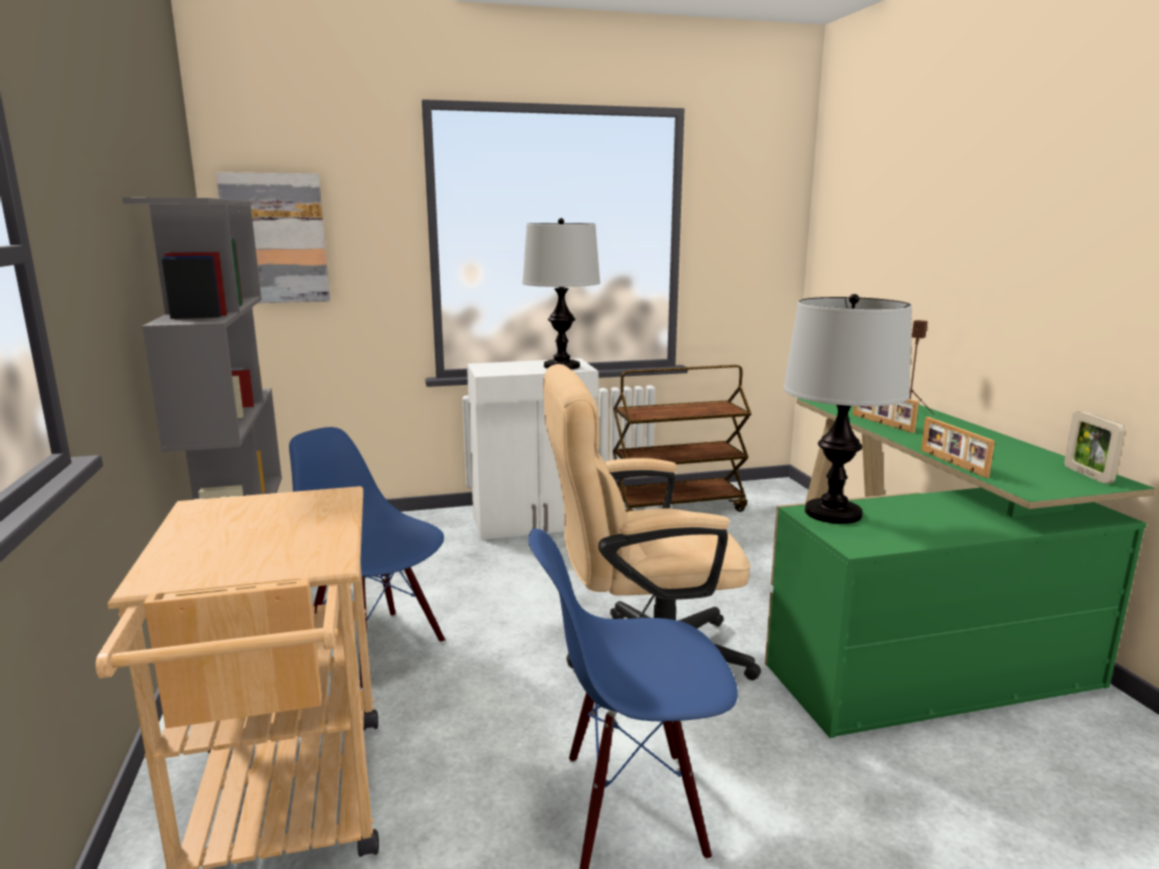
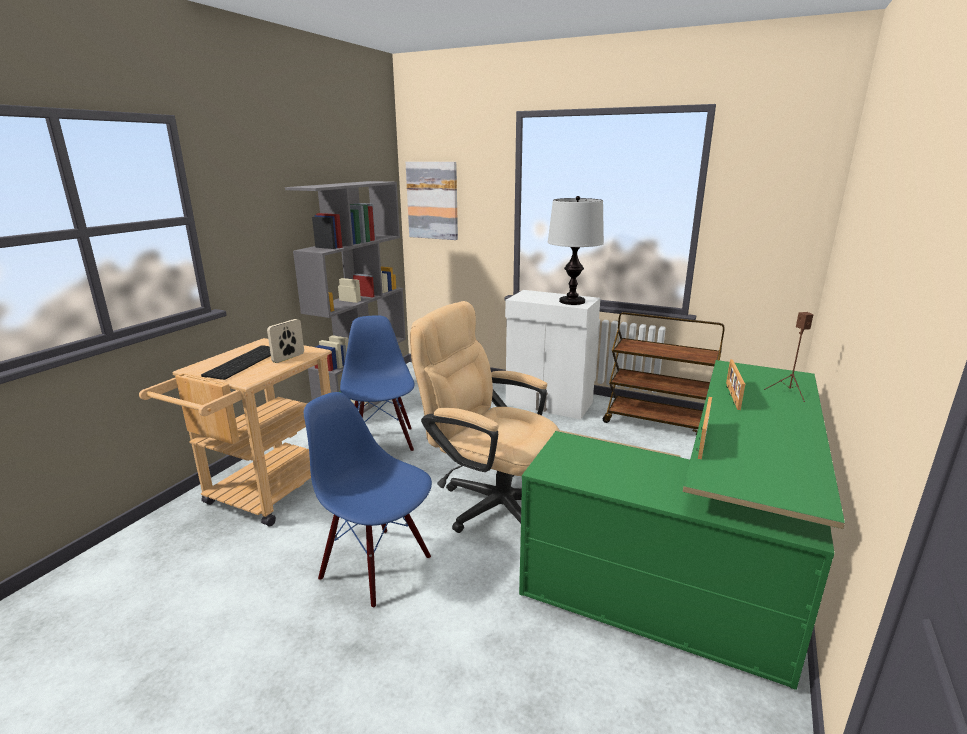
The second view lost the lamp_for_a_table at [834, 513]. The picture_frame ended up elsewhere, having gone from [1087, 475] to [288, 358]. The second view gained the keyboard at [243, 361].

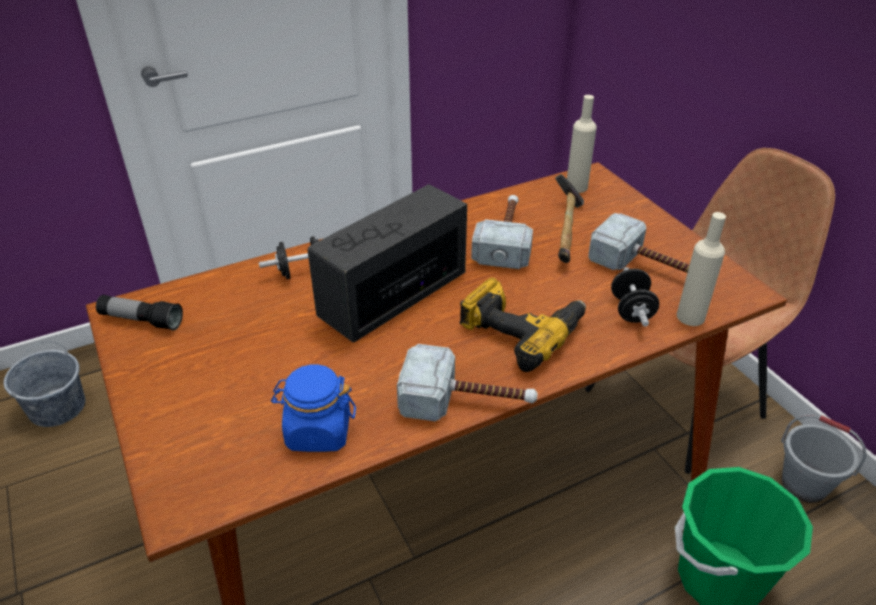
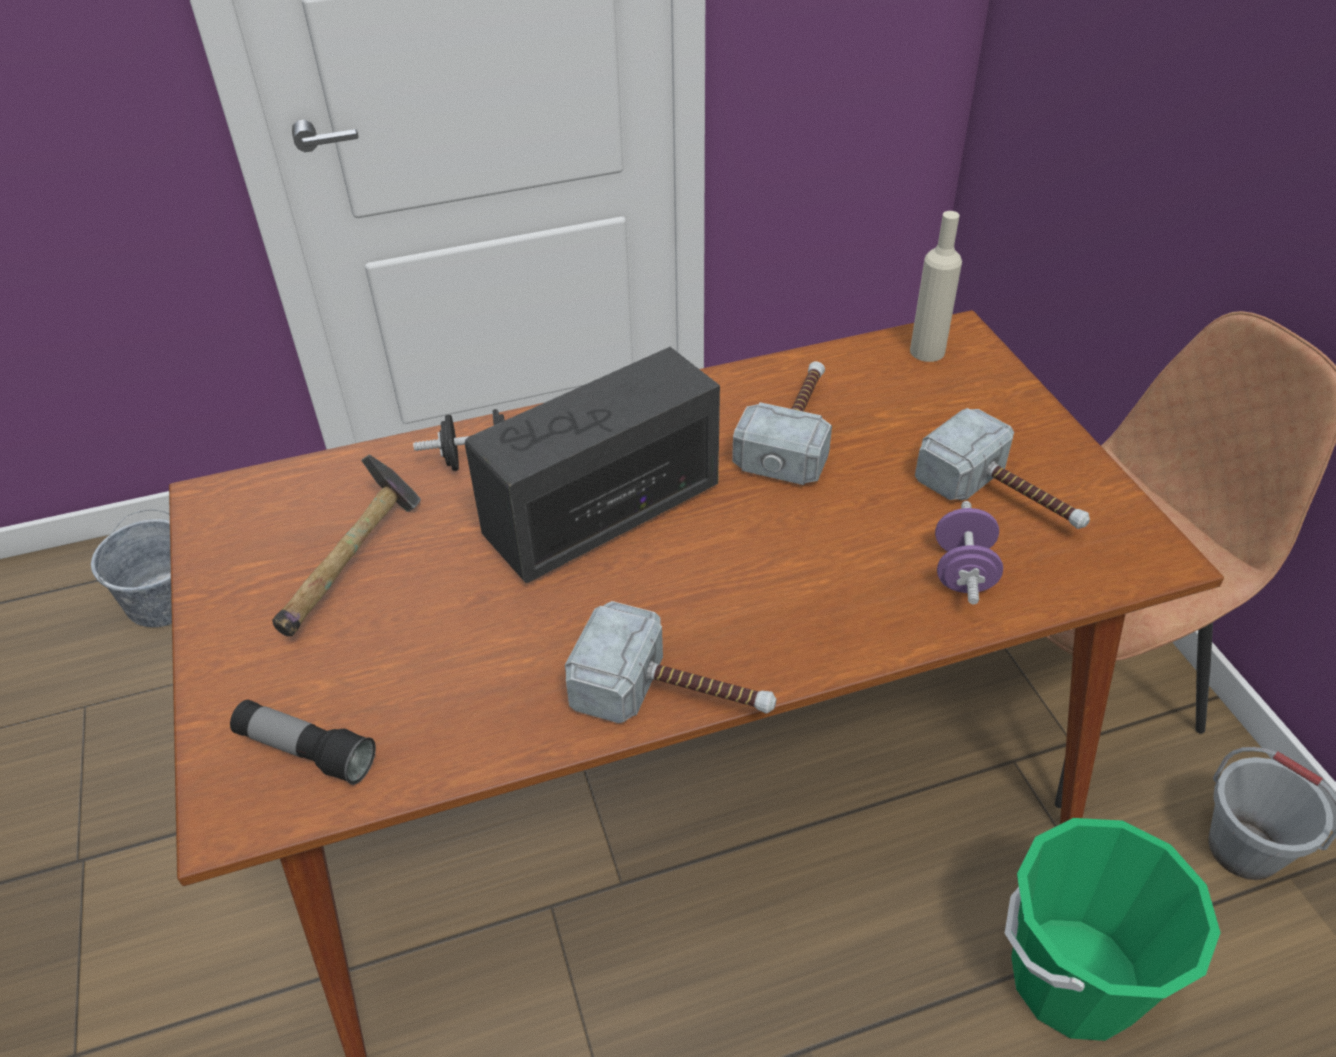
The tool_hammer ended up elsewhere, having gone from [567, 232] to [354, 563]. The second view lost the beige-coloured_beverage_bottle at [690, 317]. What was the black-coloured_dumbbell at [631, 310] turned into the purple_dumbbell at [963, 572]. The second view lost the electric_drill at [521, 330]. The torch ended up elsewhere, having gone from [141, 320] to [306, 751]. The second view lost the blue_jar at [318, 431].

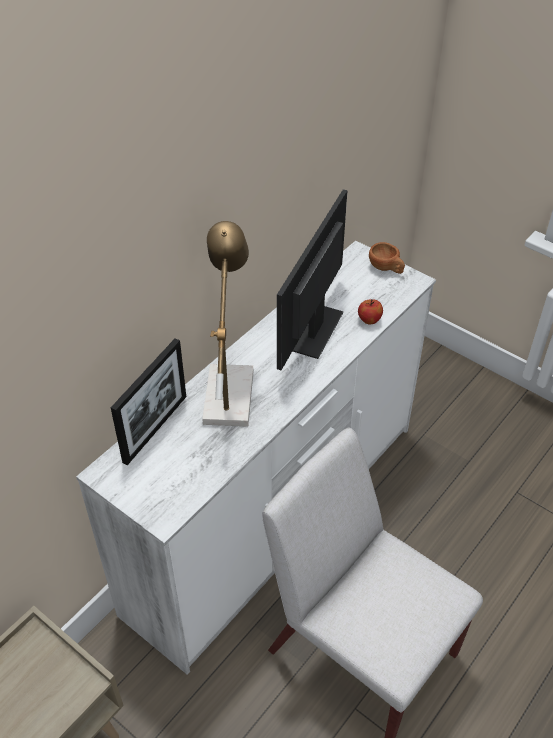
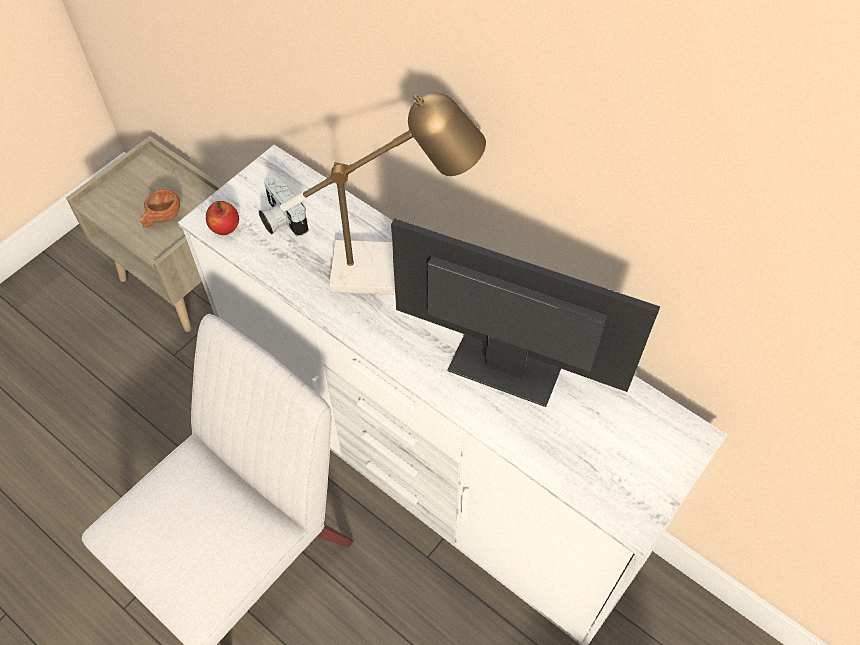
The brown_drinking_cup ended up elsewhere, having gone from [386, 268] to [162, 218]. The apple ended up elsewhere, having gone from [369, 320] to [225, 229]. The second view lost the picture_frame at [155, 428]. The second view gained the still_camera at [280, 220].

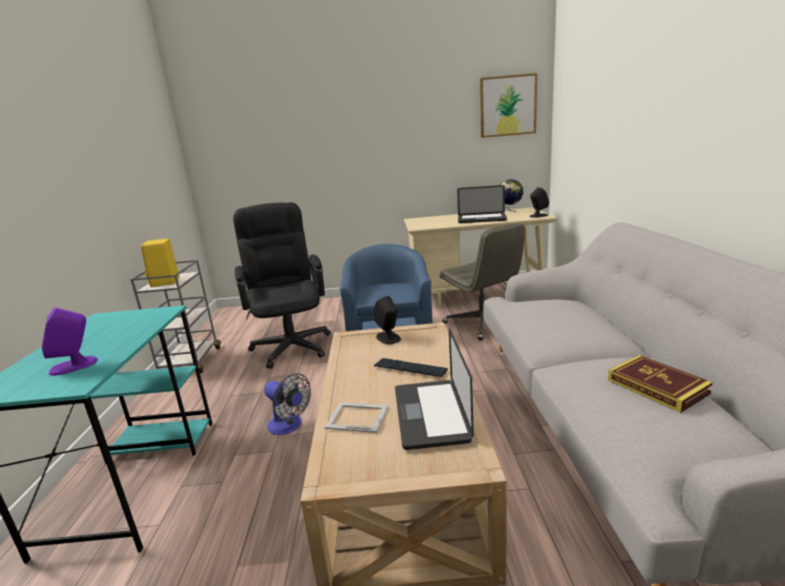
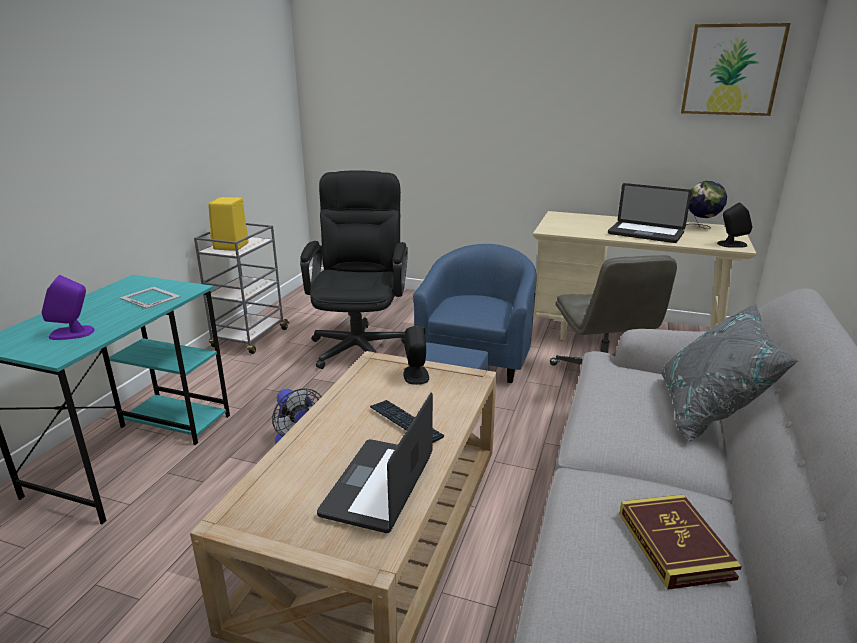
The picture_frame ended up elsewhere, having gone from [356, 416] to [150, 297]. The second view gained the grey_pillow at [709, 413].

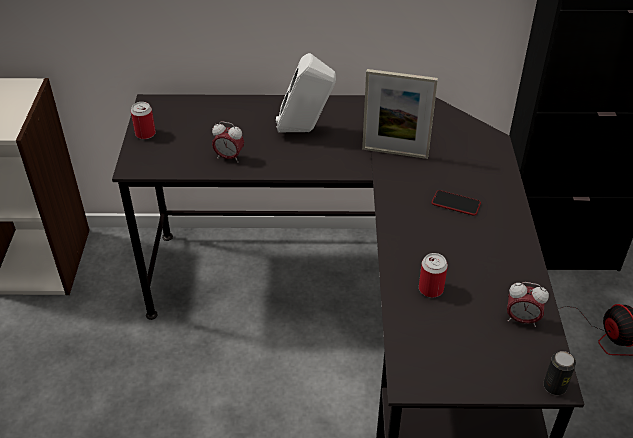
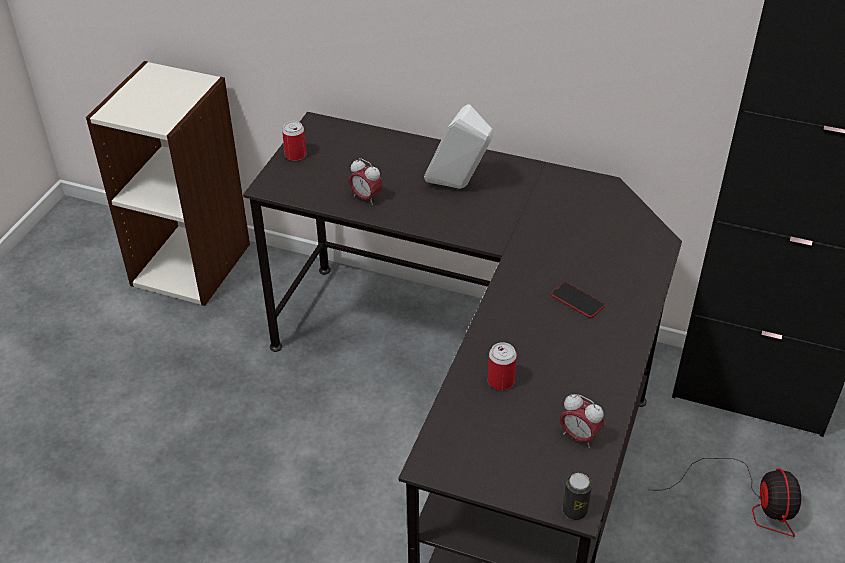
The second view lost the picture_frame at [395, 152].

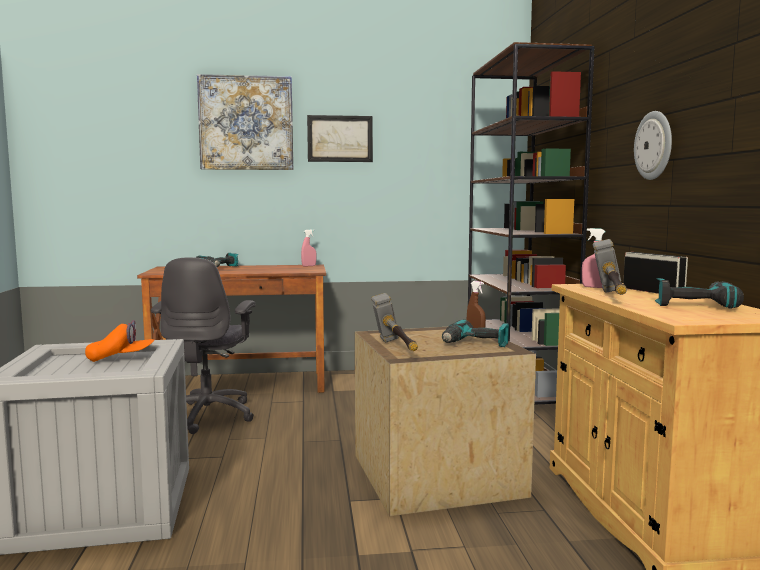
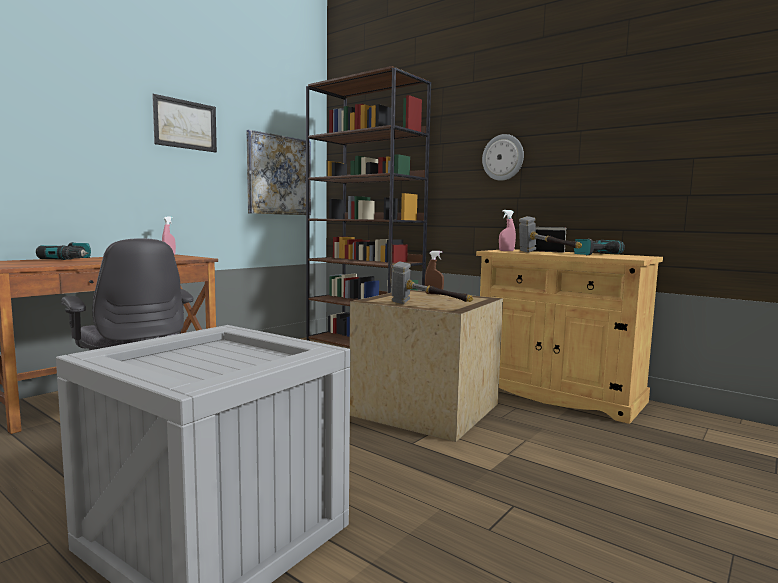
The wall_art ended up elsewhere, having gone from [246, 123] to [279, 175]. The second view lost the electric_drill at [475, 344]. The second view lost the orange-coloured_peaked_cap at [120, 358].

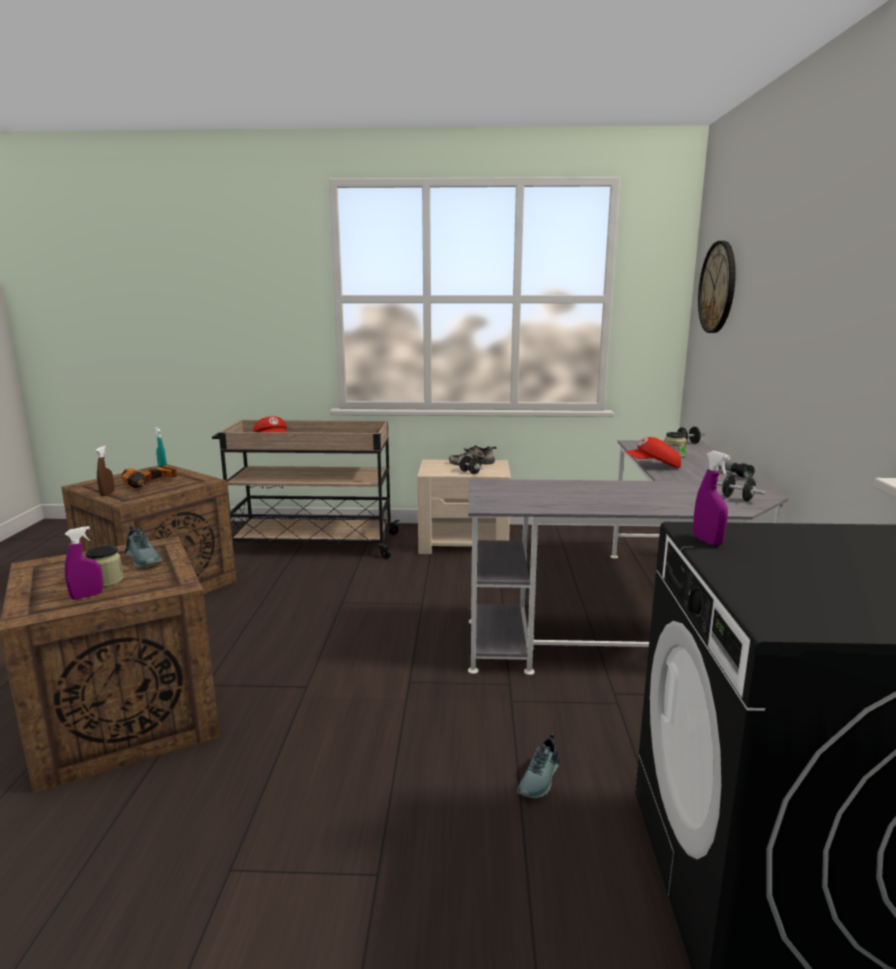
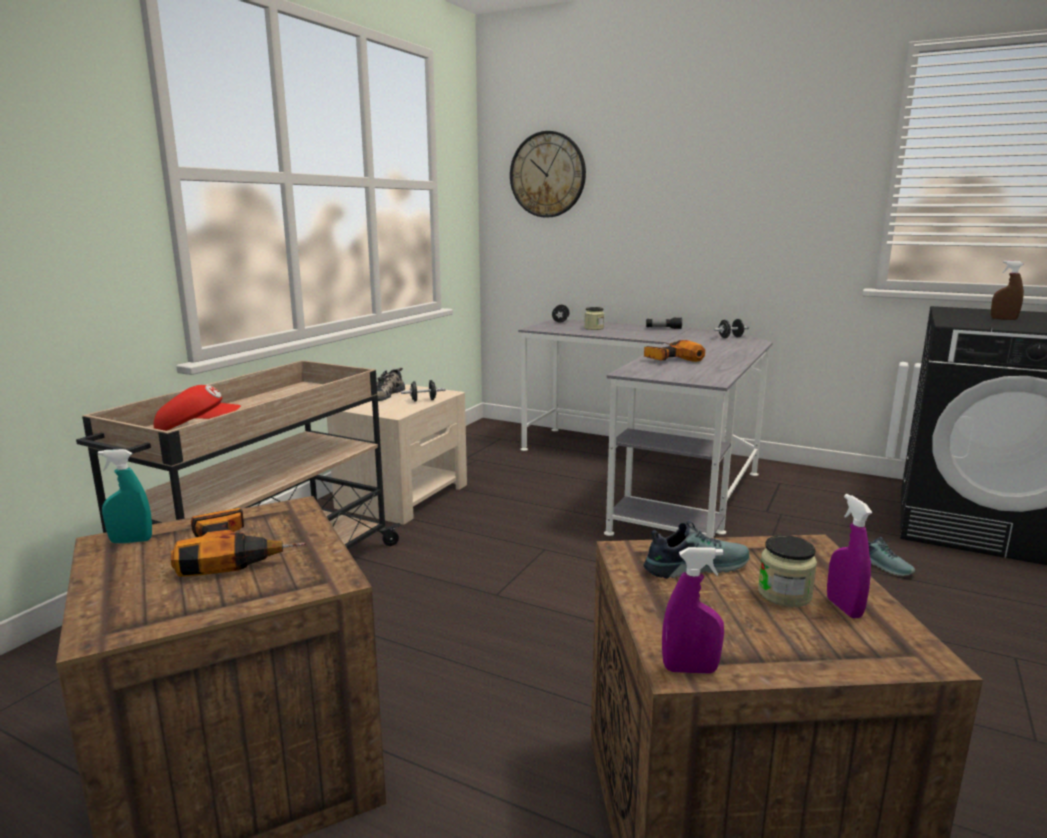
The second view lost the reddish_peaked_cap at [653, 466]. The brown_sprayer ended up elsewhere, having gone from [107, 494] to [1003, 319]. The purple_sprayer ended up elsewhere, having gone from [707, 541] to [690, 669]. The second view gained the electric_drill at [669, 359].

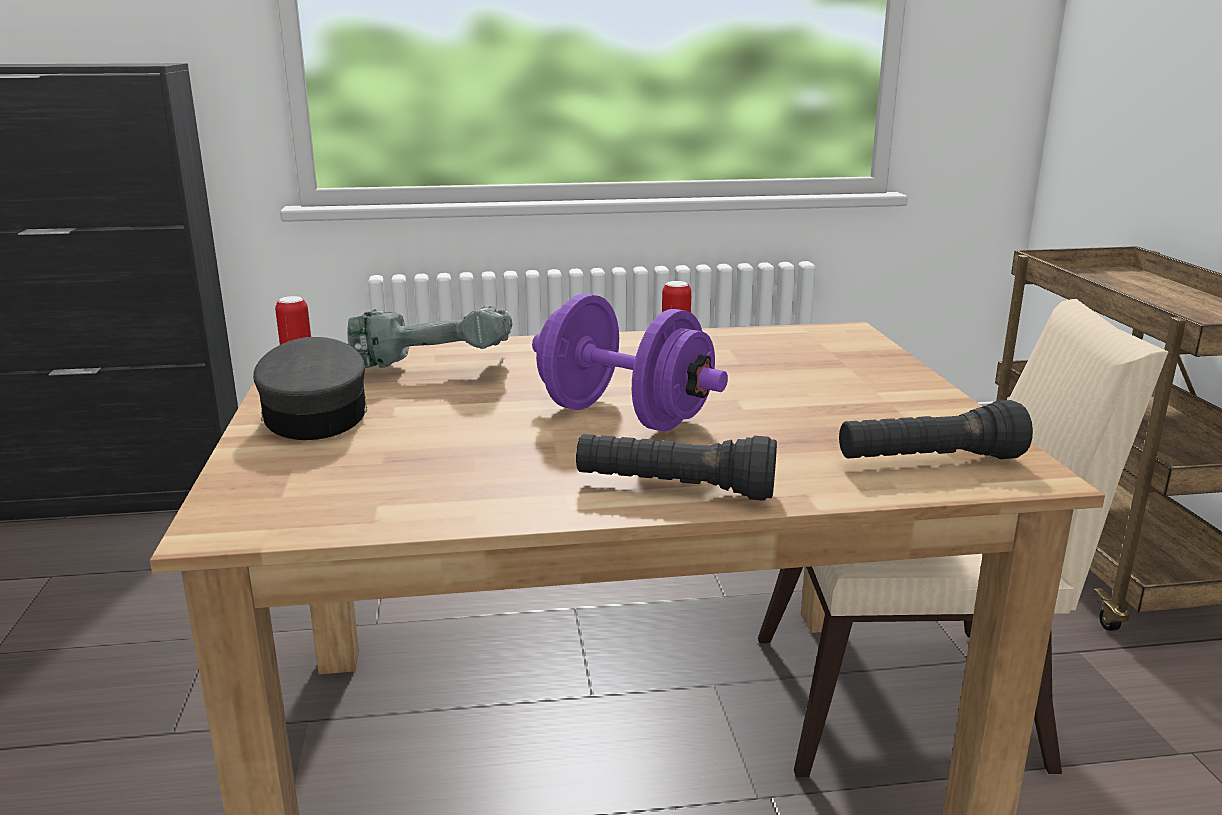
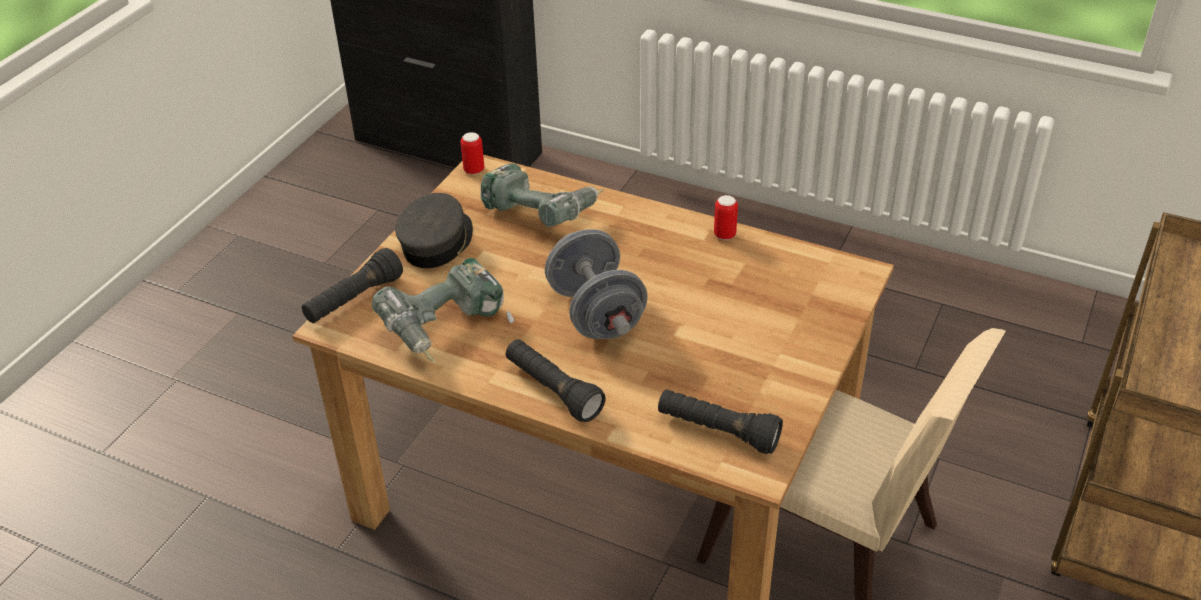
What was the purple_dumbbell at [624, 416] turned into the grey_dumbbell at [596, 313]. The second view gained the black-coloured_torch at [354, 300]. The second view gained the electric_drill at [448, 331].

